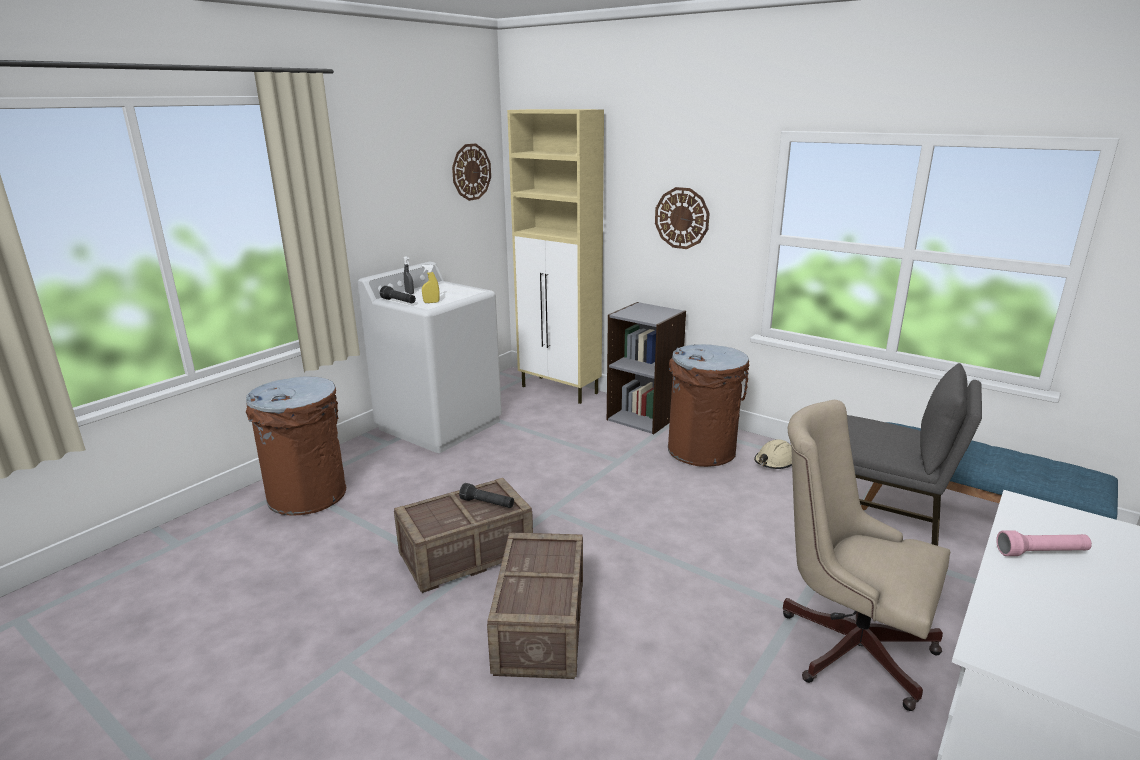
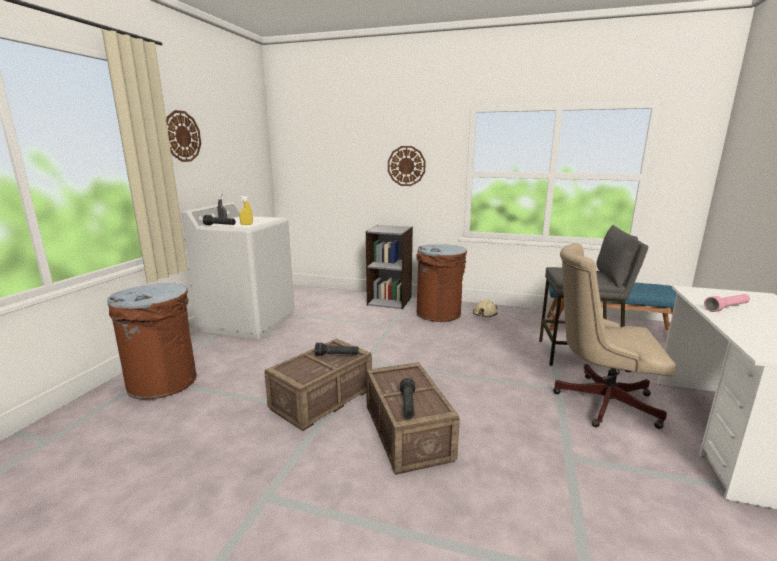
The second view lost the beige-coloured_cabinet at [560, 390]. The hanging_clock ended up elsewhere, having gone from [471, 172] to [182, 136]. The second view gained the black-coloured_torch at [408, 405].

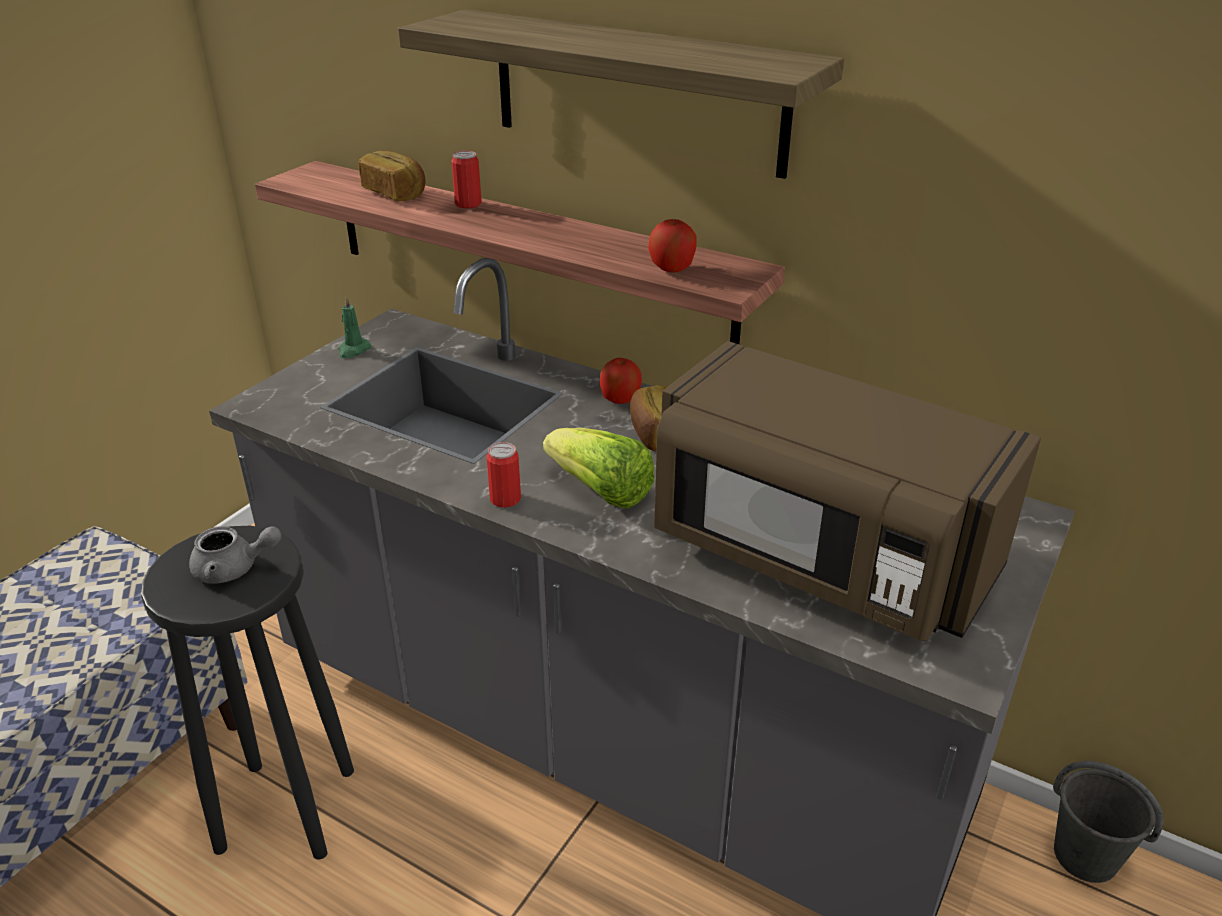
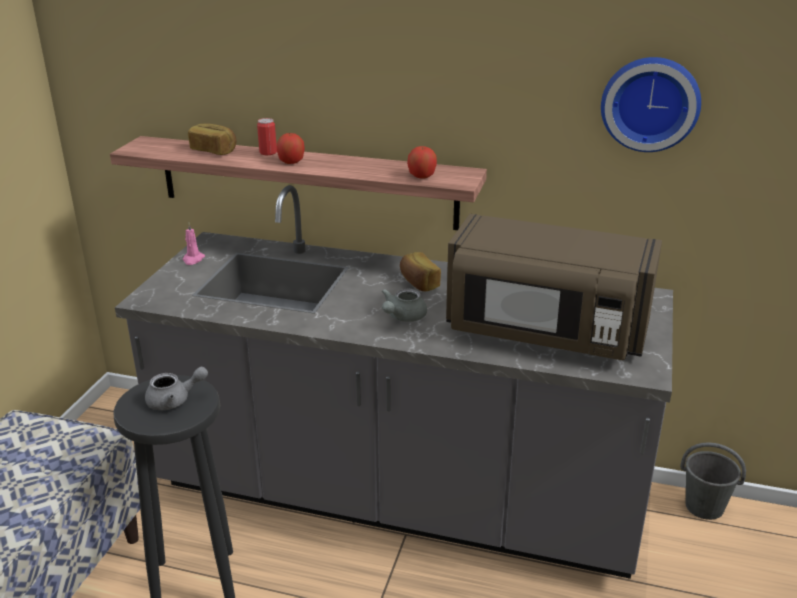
The second view lost the bracket_shelf at [636, 92]. What was the green-coloured_candle at [353, 350] turned into the pinkish_candle at [193, 259]. The apple ended up elsewhere, having gone from [620, 400] to [291, 162]. Where the lettuce_head stood at [601, 491], the grey_teapot came to stand at [402, 317]. The second view lost the can at [505, 499]. The second view gained the hanging_clock at [650, 103].

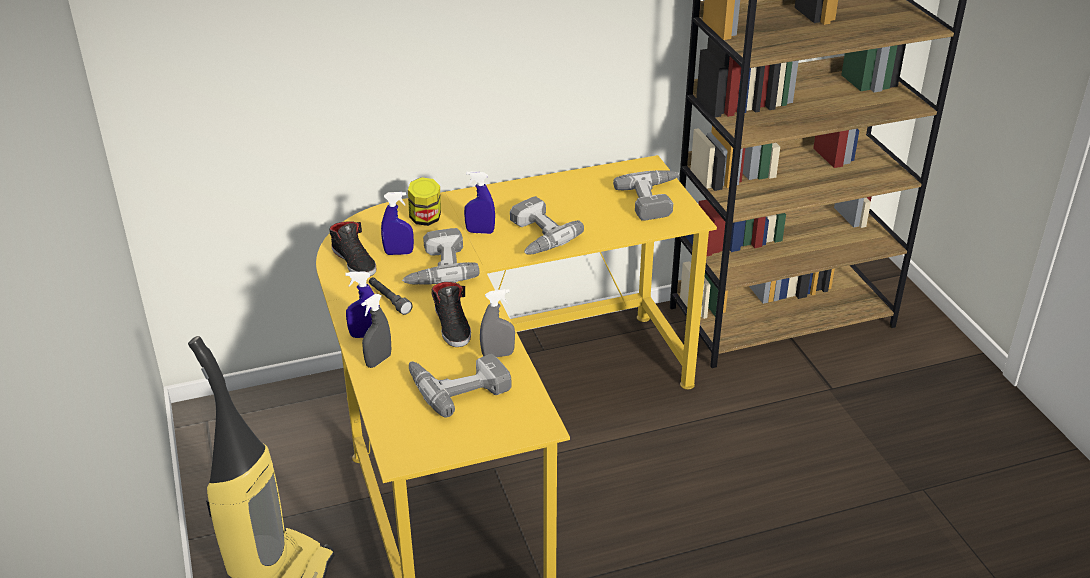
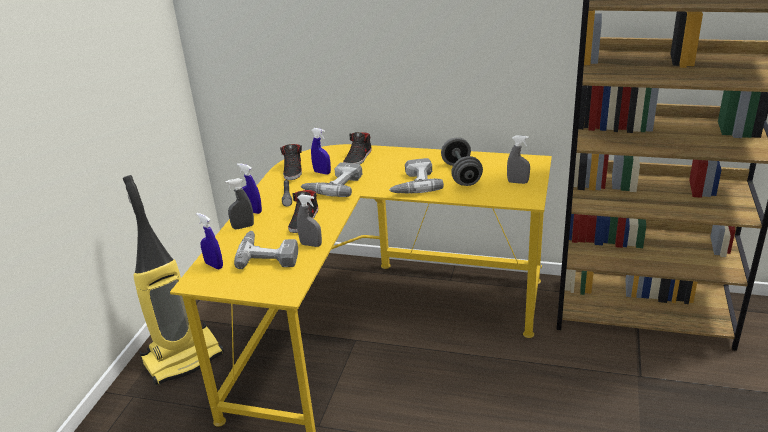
Where the electric_drill stood at [655, 200], the grey_sprayer came to stand at [517, 182]. The blue_sprayer ended up elsewhere, having gone from [480, 232] to [214, 265]. Where the jar stood at [425, 219], the black-coloured_low_shoe came to stand at [358, 158]. The second view gained the grey_dumbbell at [461, 174].

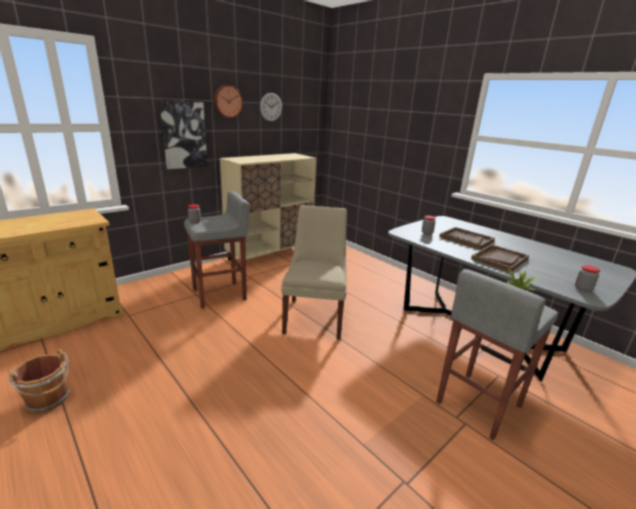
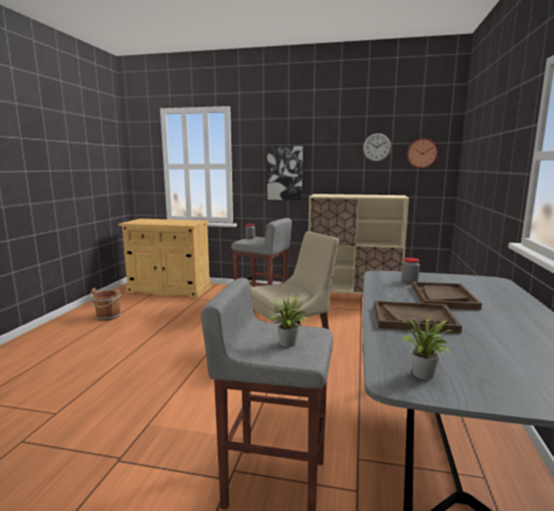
The hanging_clock ended up elsewhere, having gone from [227, 101] to [421, 153]. Where the jar stood at [583, 289], the plant_in_a_pot came to stand at [423, 376].

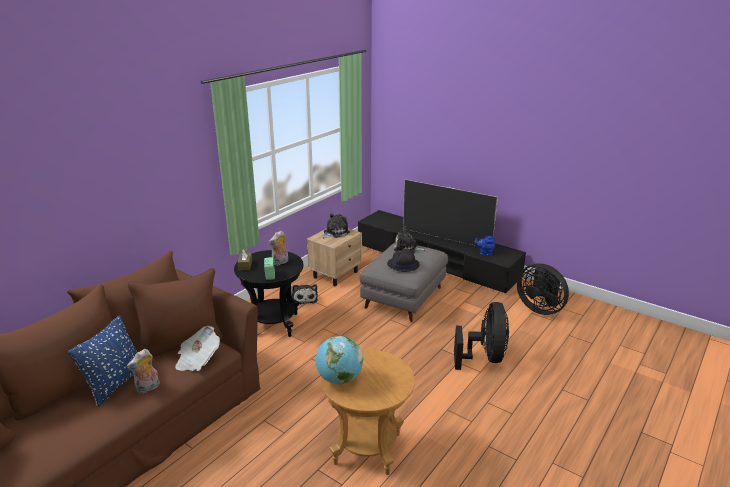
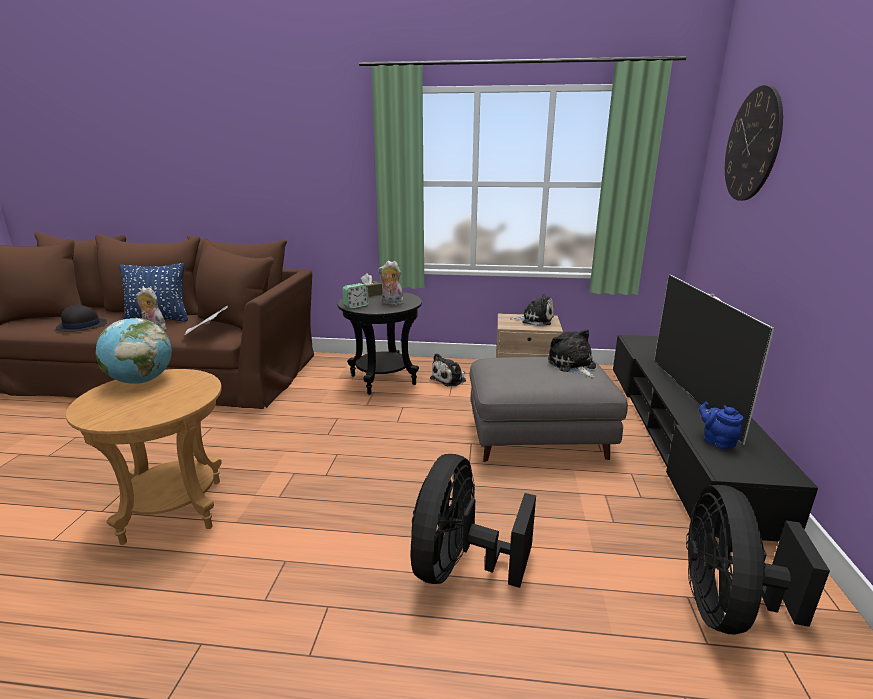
The black-coloured_wearable_hat ended up elsewhere, having gone from [403, 265] to [81, 326]. The black-coloured_fan at [484, 357] ended up facing another way, 135 degrees clockwise from before. The second view gained the hanging_clock at [752, 145].

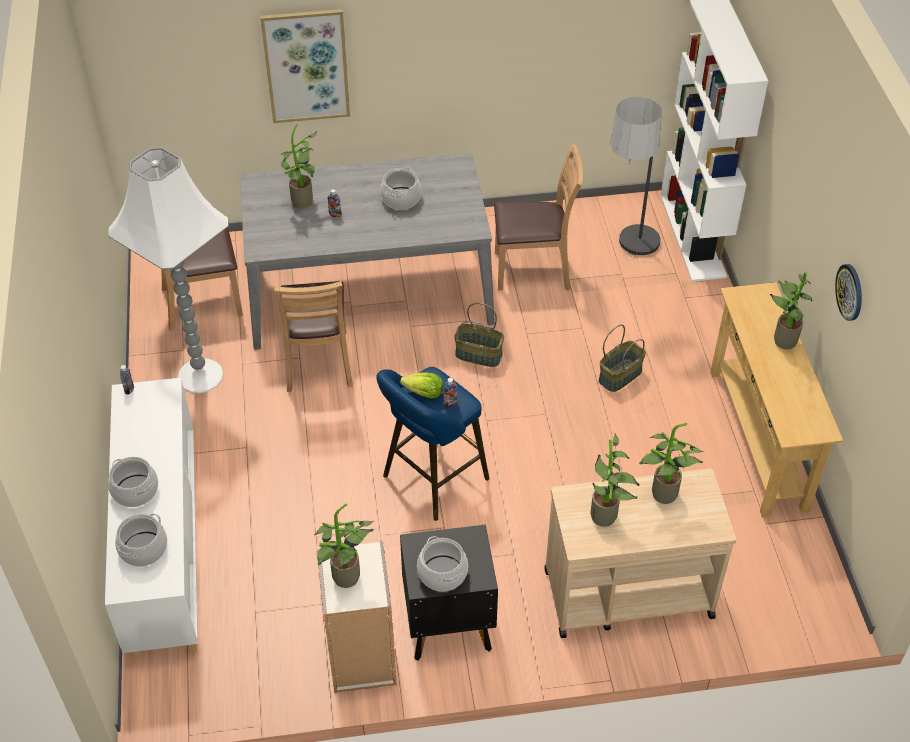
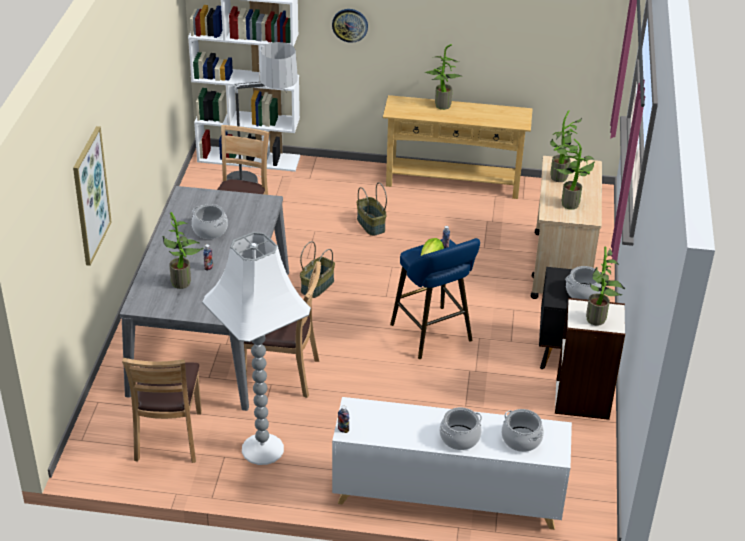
The hanging_clock ended up elsewhere, having gone from [850, 292] to [350, 25].

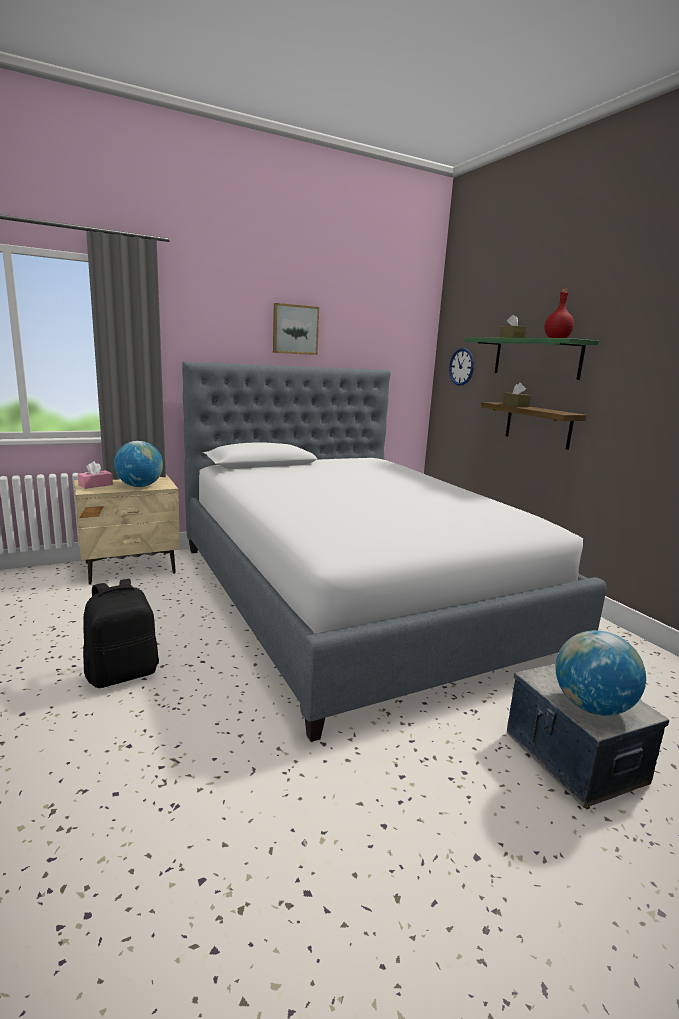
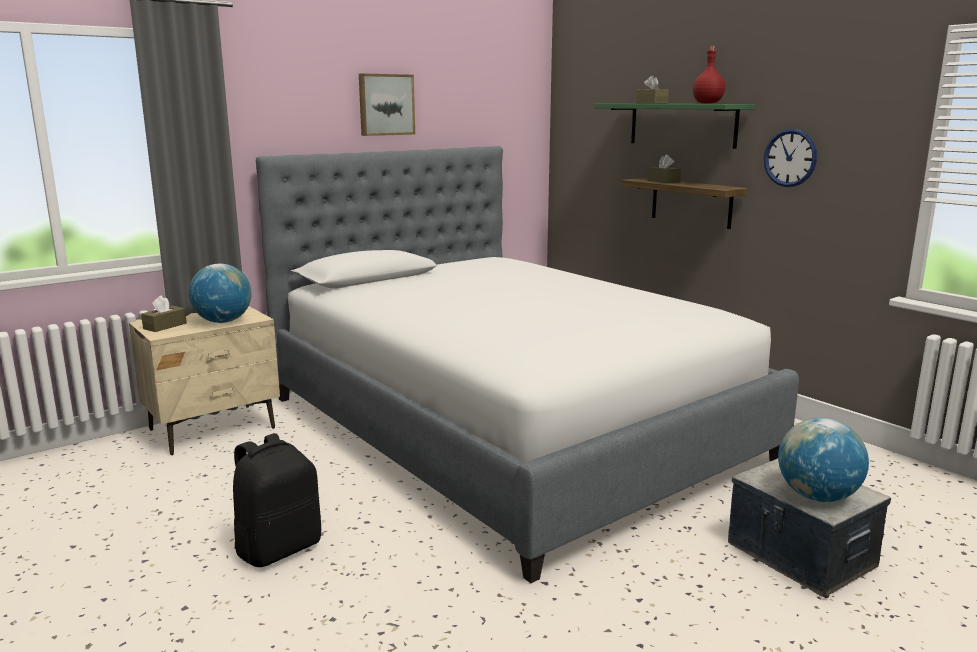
The hanging_clock ended up elsewhere, having gone from [461, 367] to [790, 158]. What was the pinkish_tissue_box at [96, 485] turned into the brown_tissue_box at [165, 326].

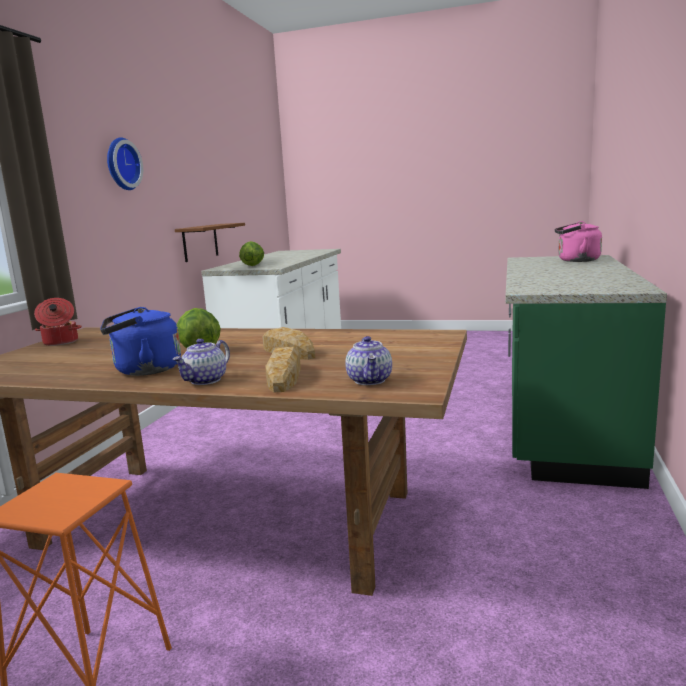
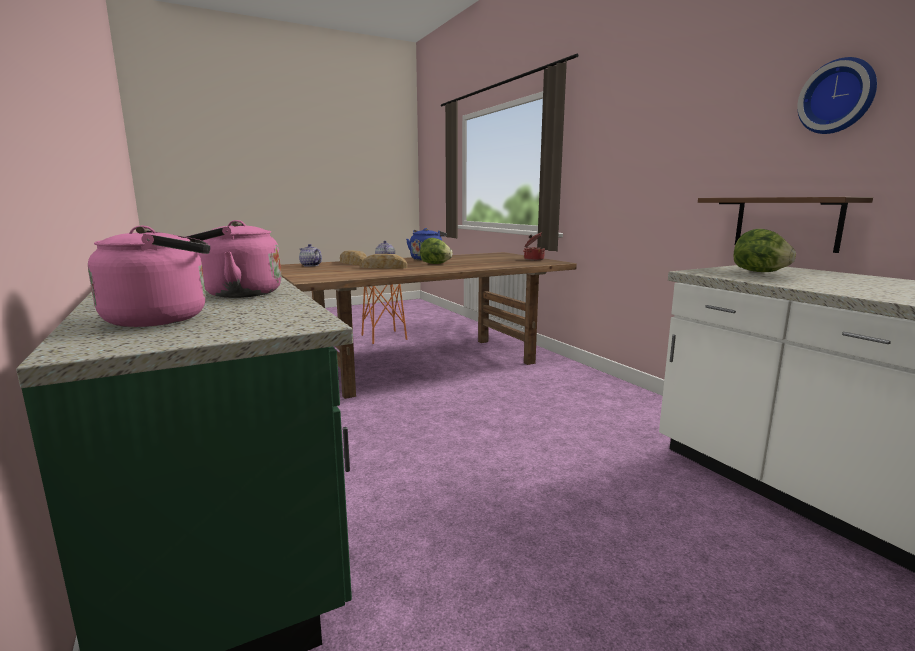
The hanging_clock ended up elsewhere, having gone from [121, 164] to [838, 97]. The second view gained the pinkish_tea_kettle at [237, 294].

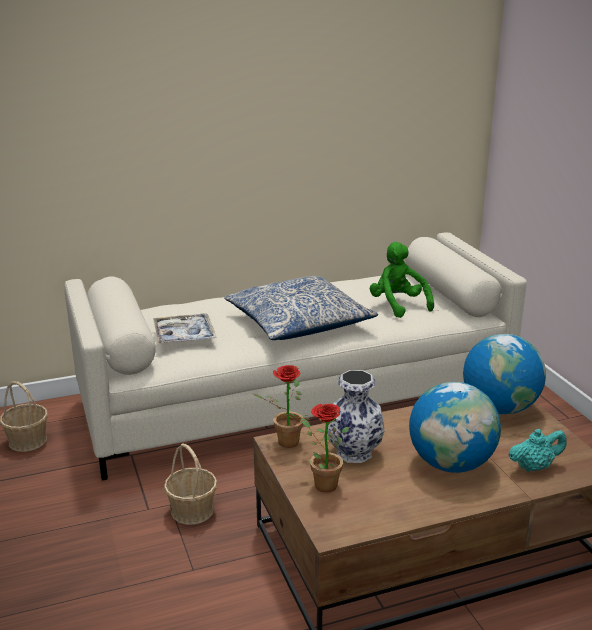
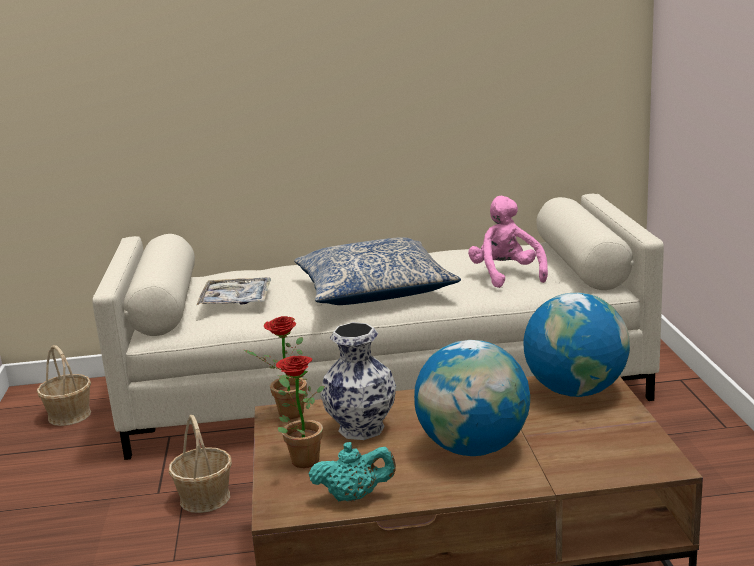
What was the green-coloured_cuddly_toy at [398, 305] turned into the pinkish_cuddly_toy at [506, 275]. The turquoise_teapot ended up elsewhere, having gone from [534, 467] to [354, 496].

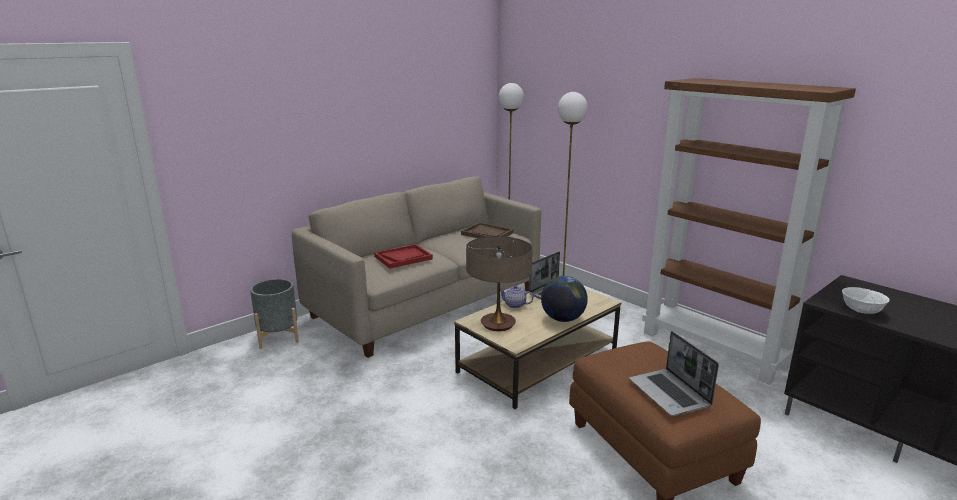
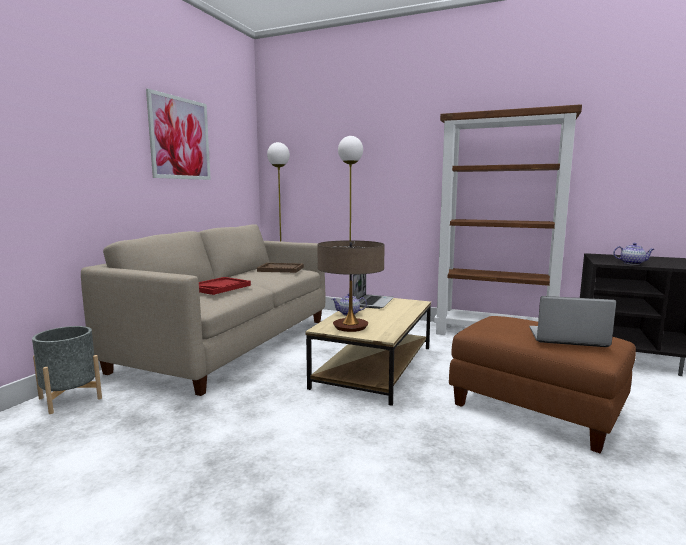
The second view lost the desk_globe at [563, 319]. Where the white_bowl stood at [861, 311], the teapot came to stand at [632, 263]. The portable_computer at [670, 394] ended up facing another way, 150 degrees clockwise from before. The second view gained the wall_art at [180, 138].

